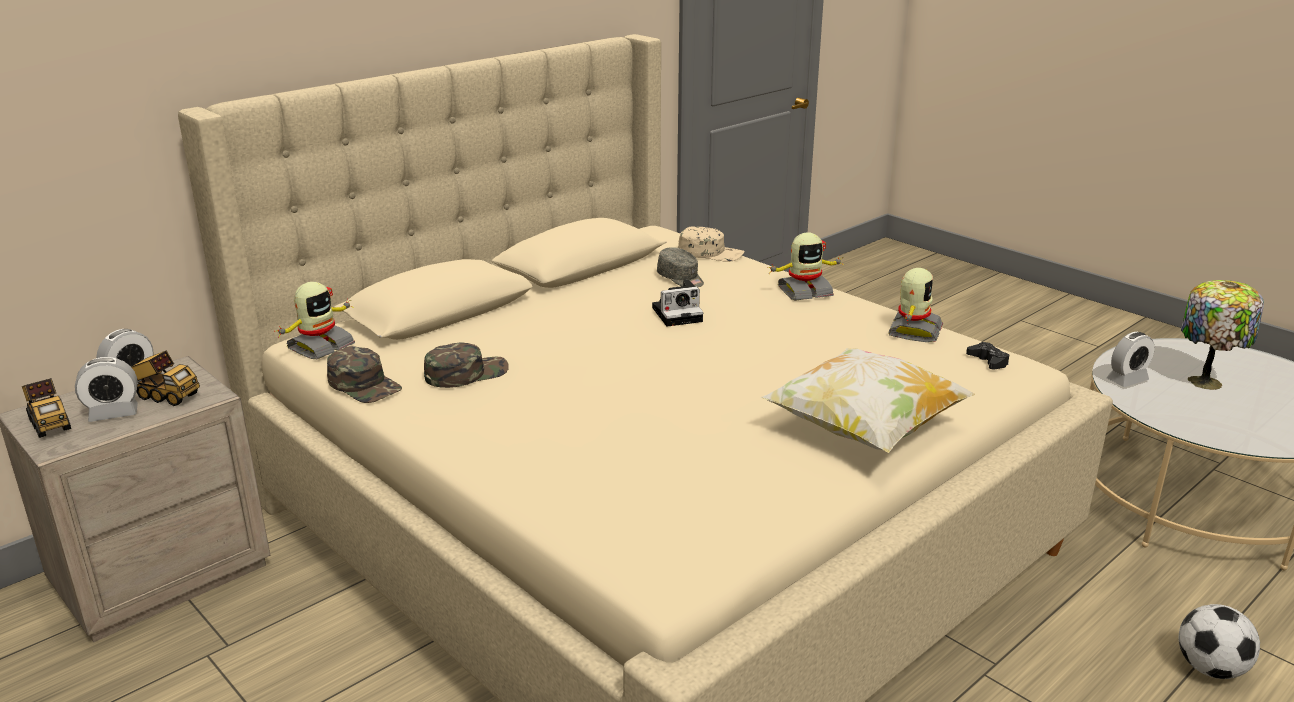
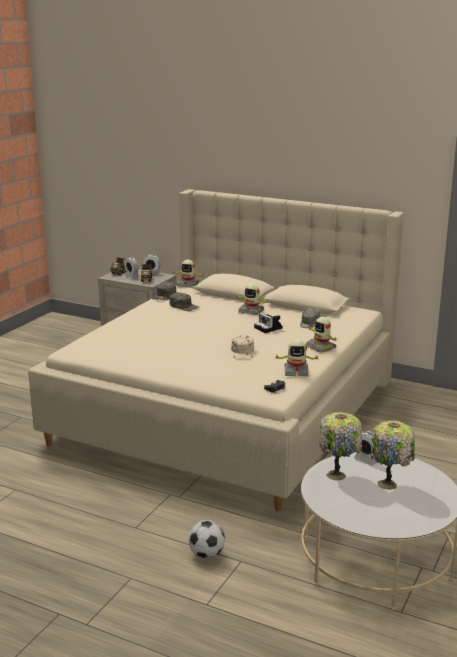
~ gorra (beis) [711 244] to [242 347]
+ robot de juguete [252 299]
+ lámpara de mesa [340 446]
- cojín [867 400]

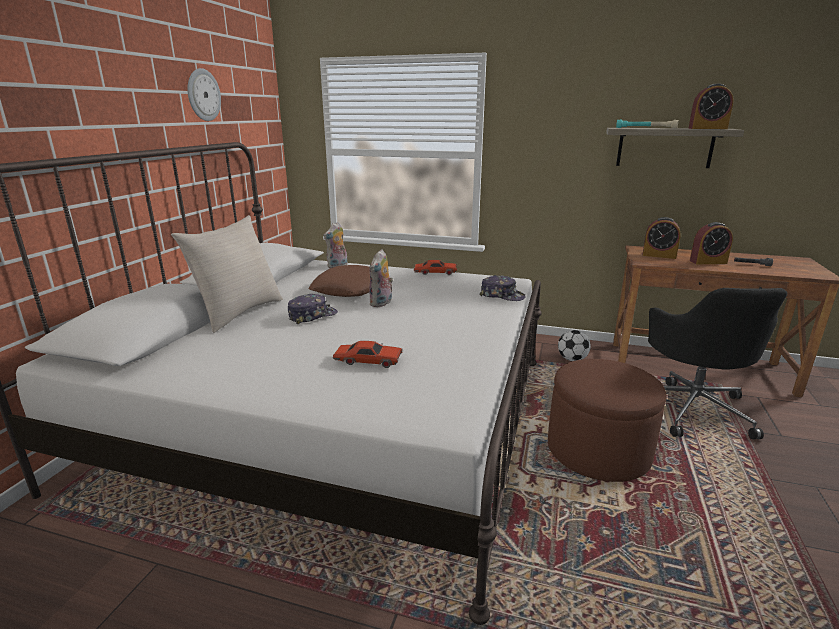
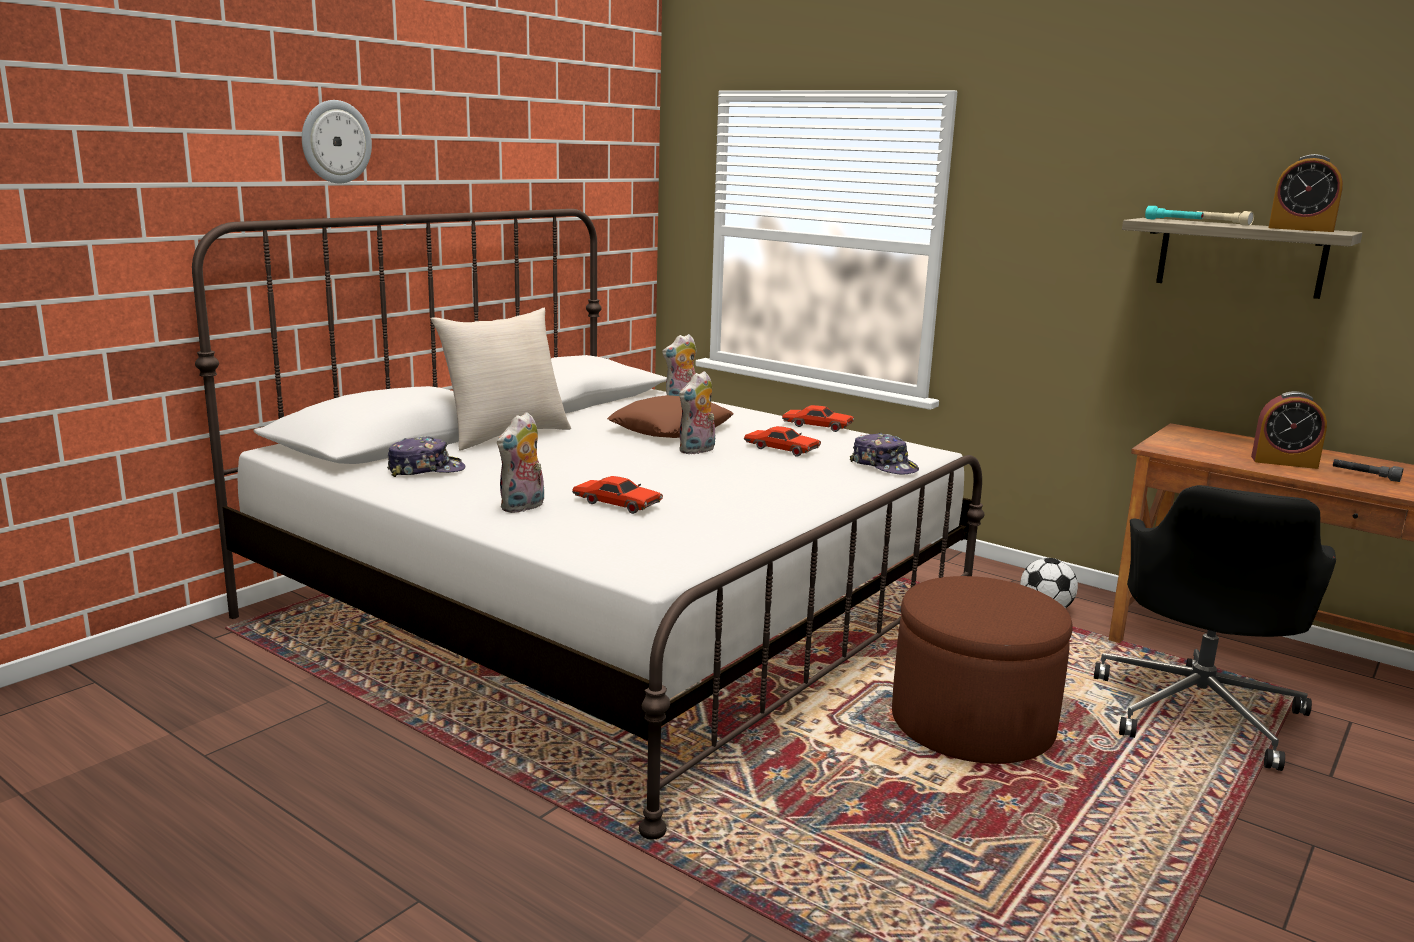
~ reloj de pared [204 94] to [337 141]
~ gorra [313 309] to [426 456]
+ peluche [520 462]
+ coche de juguete (rojo) [782 441]
- despertador [662 238]

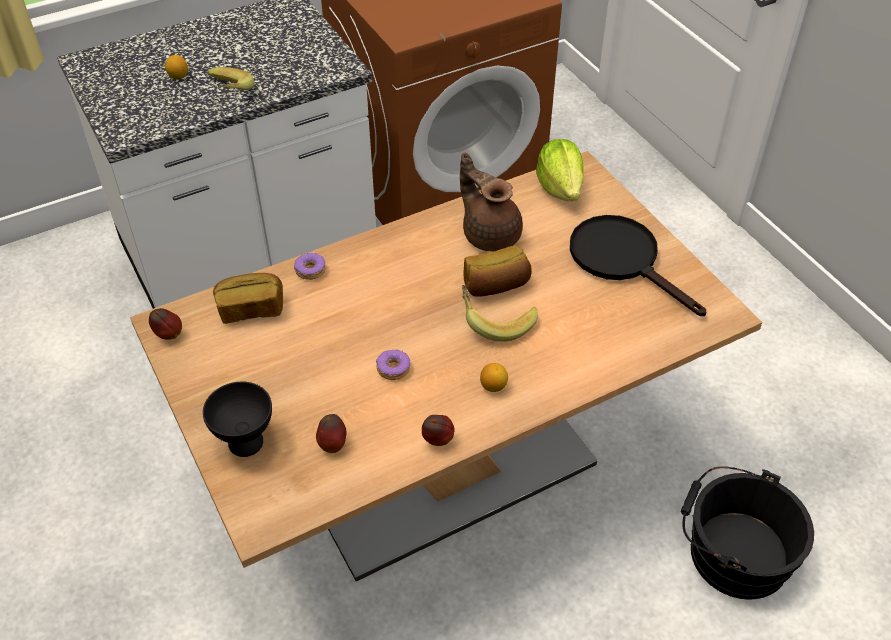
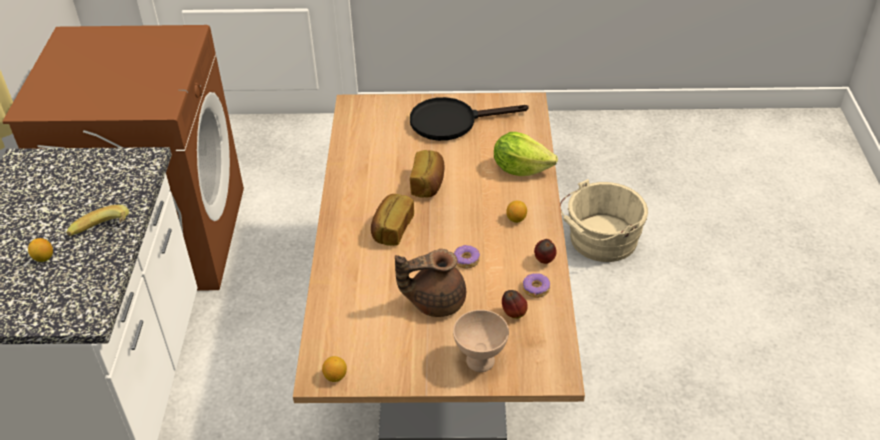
~ manzana [165 324] to limón [334 369]
~ pan [248 298] to [392 220]
~ tetera (marrón) [491 202] to [430 283]
~ cuenco (negro) [237 419] to cuenco (beis) [481 341]
~ lechuga [560 170] to [526 154]
~ rosquilla [310 266] to [536 285]
~ cubo (negro) [747 533] to cubo (beis) [604 220]
- plátano [500 313]

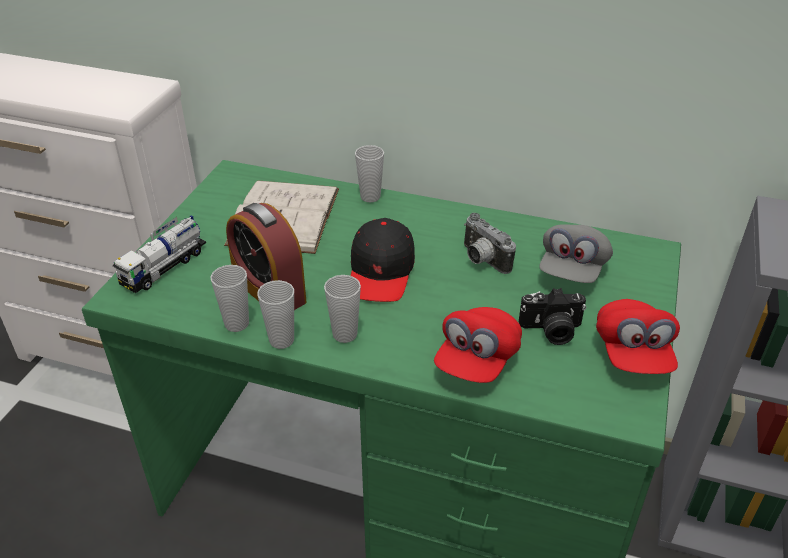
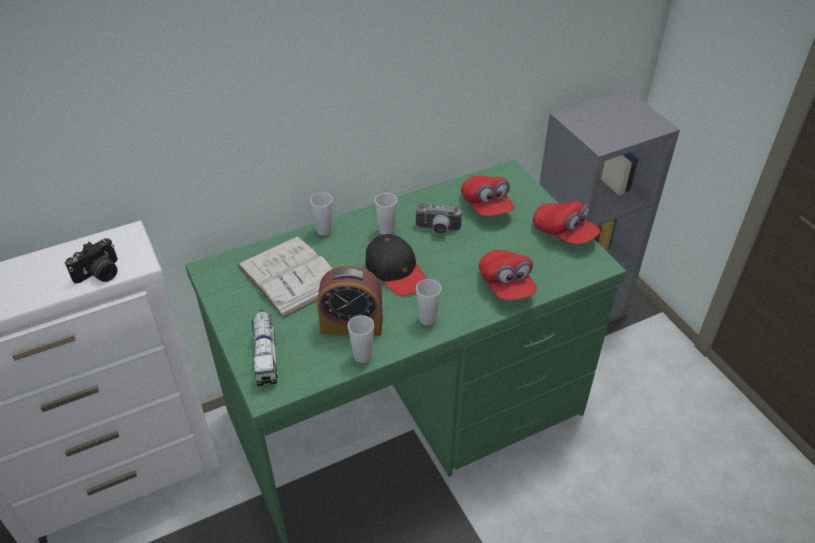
~ cámara [552 316] to [91 261]
~ taza [275 314] to [386 214]
~ gorra (gris) [576 253] to gorra (rojo) [487 196]

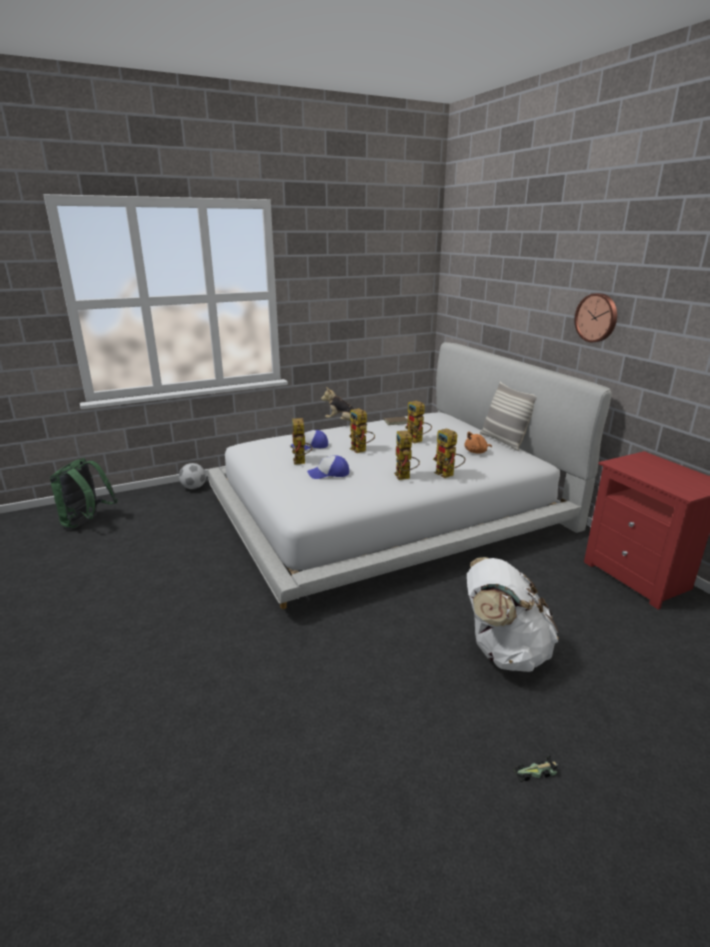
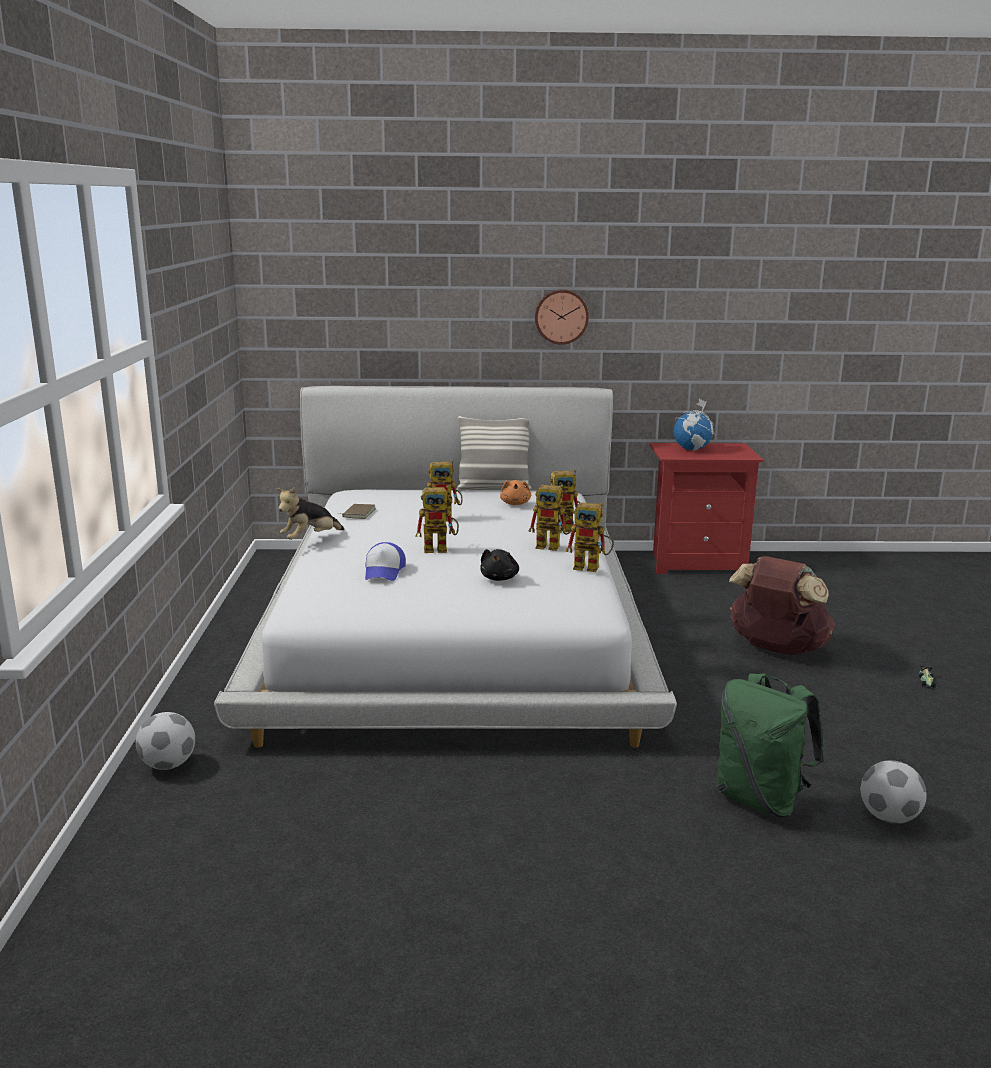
~ gorra [328 467] to peluche (negro) [499 565]
~ robot de juguete [301 441] to [590 537]
+ globo terráqueo [694 425]
~ mochila (verde) [84 493] to [770 745]
~ mochila (blanco) [513 614] to mochila (marrón) [782 605]
+ balón de fútbol [894 792]

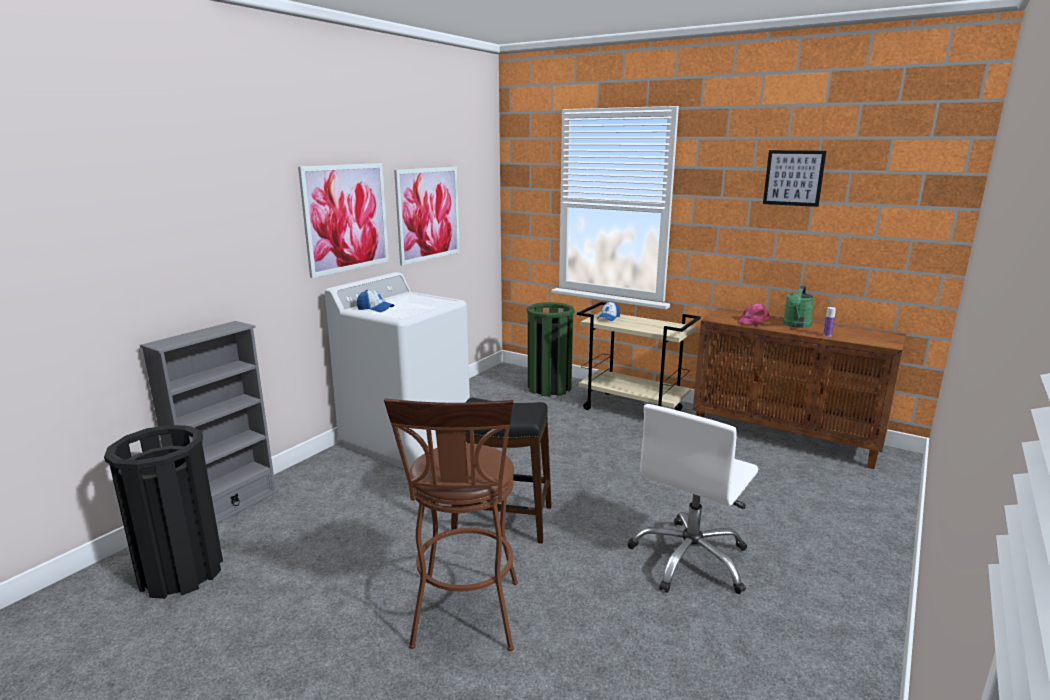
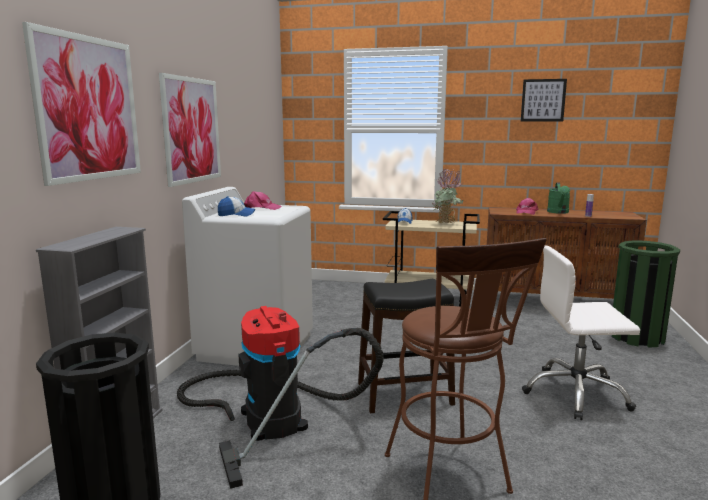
~ cuadro [427 216] to [81 104]
+ aspiradora [280 397]
+ gorra (rosa) [262 200]
+ planta en maceta [448 196]
~ silla de oficina (blanco) [693 499] = [581 333] 75 degrees clockwise
~ papelera (verde) [551 349] to [646 294]

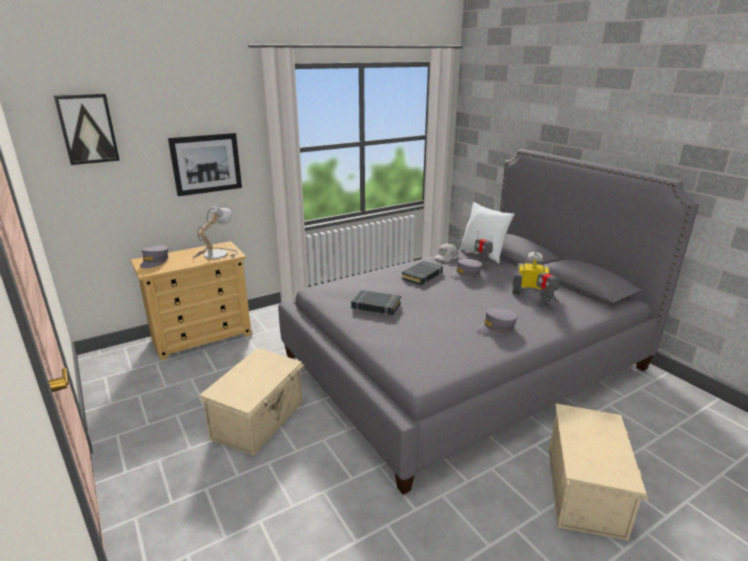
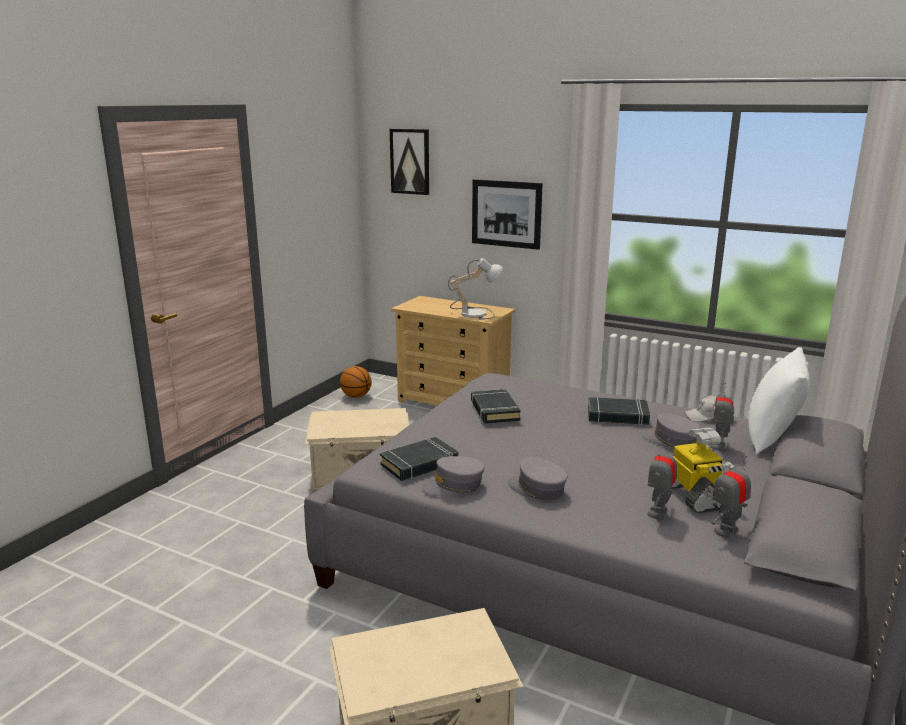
+ balón de baloncesto [355 382]
+ libro (negro) [419 459]
~ gorra (gris) [154 256] to [453 476]
+ robot de juguete [731 497]

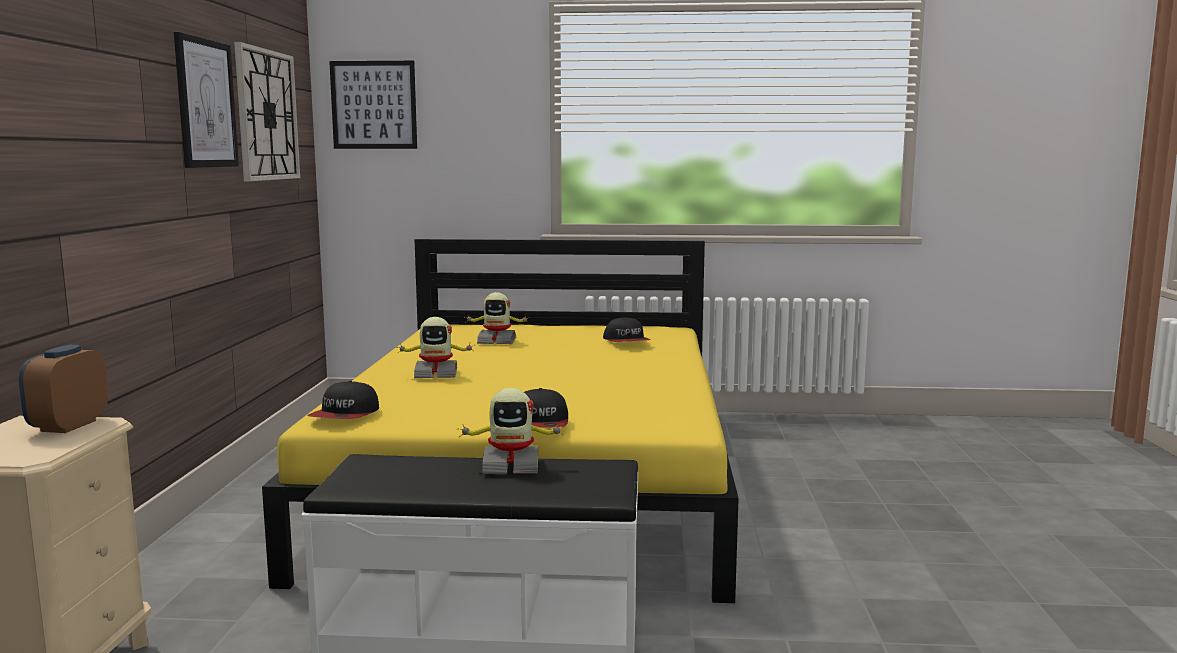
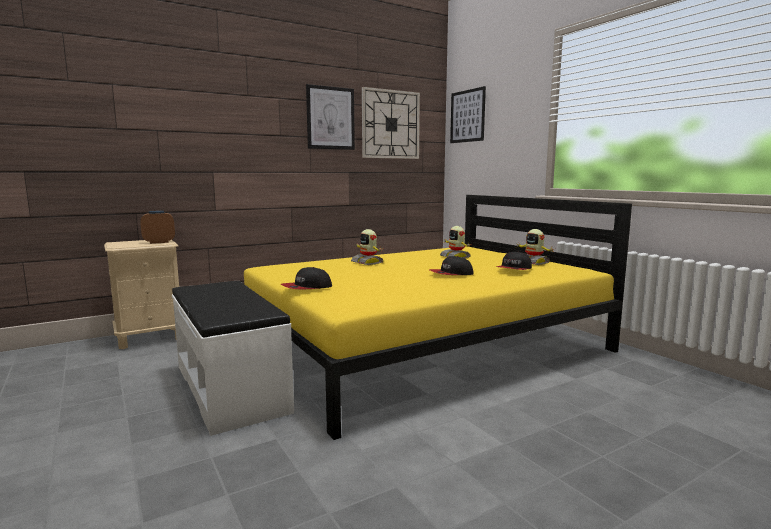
~ gorra [343 400] to [451 265]
~ robot de juguete [511 431] to [535 247]

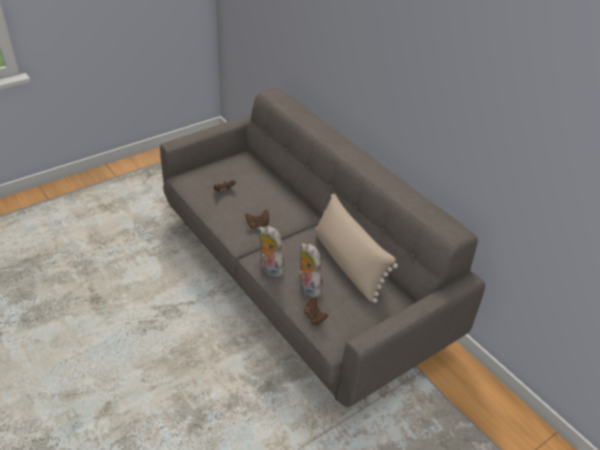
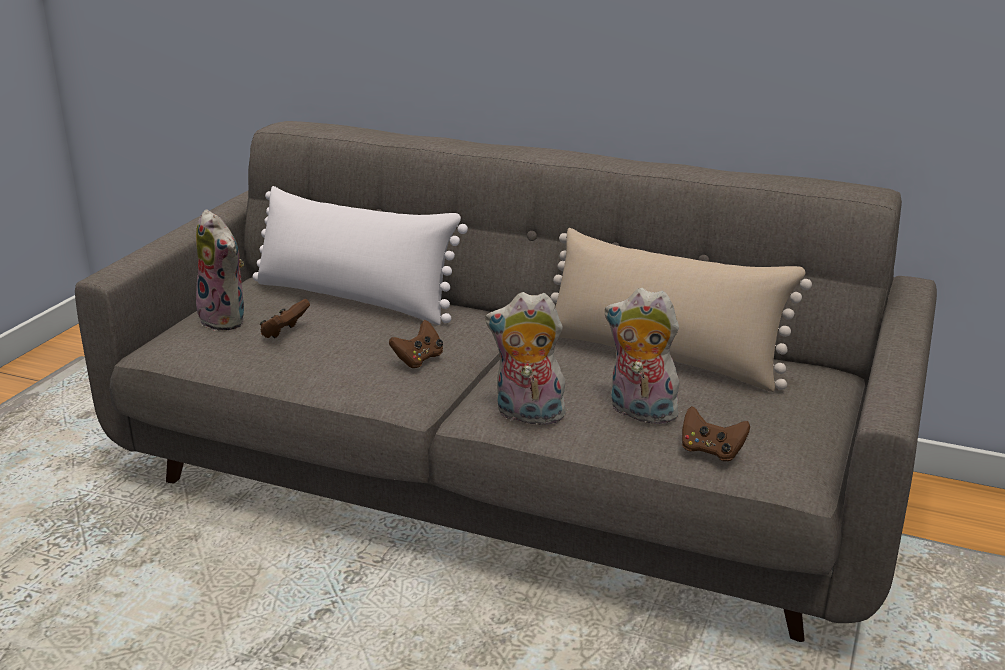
+ peluche [220 270]
+ cojín (blanco) [360 255]

